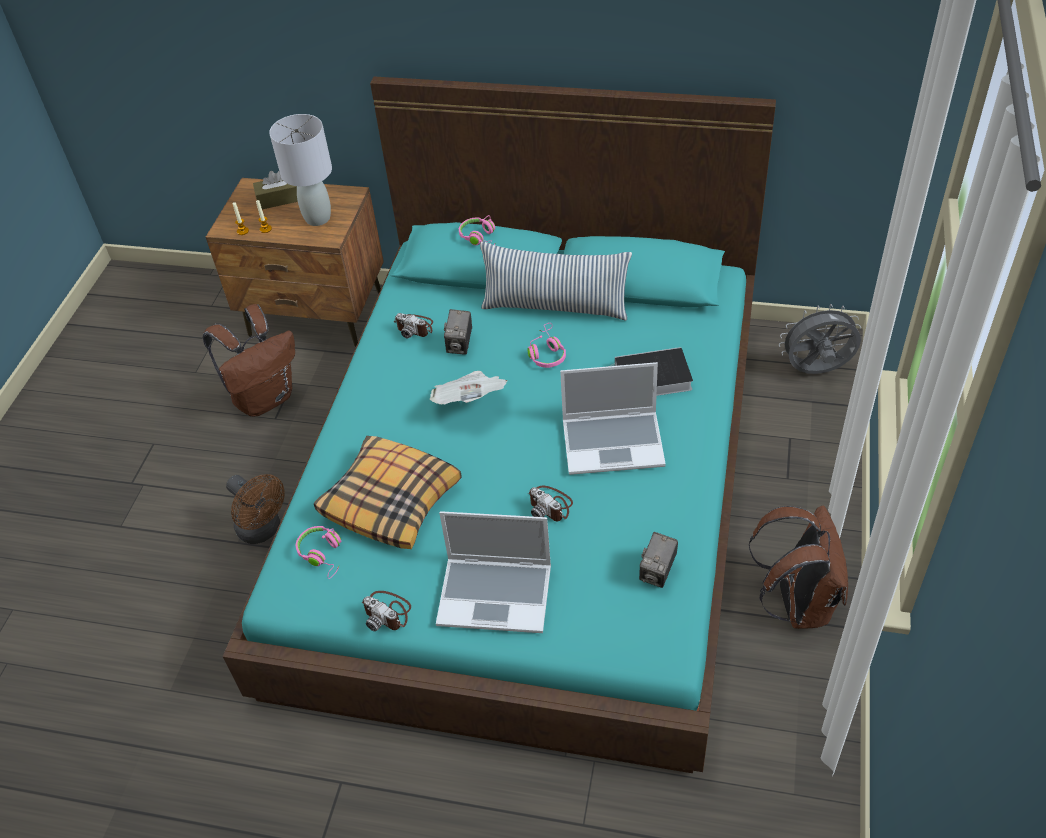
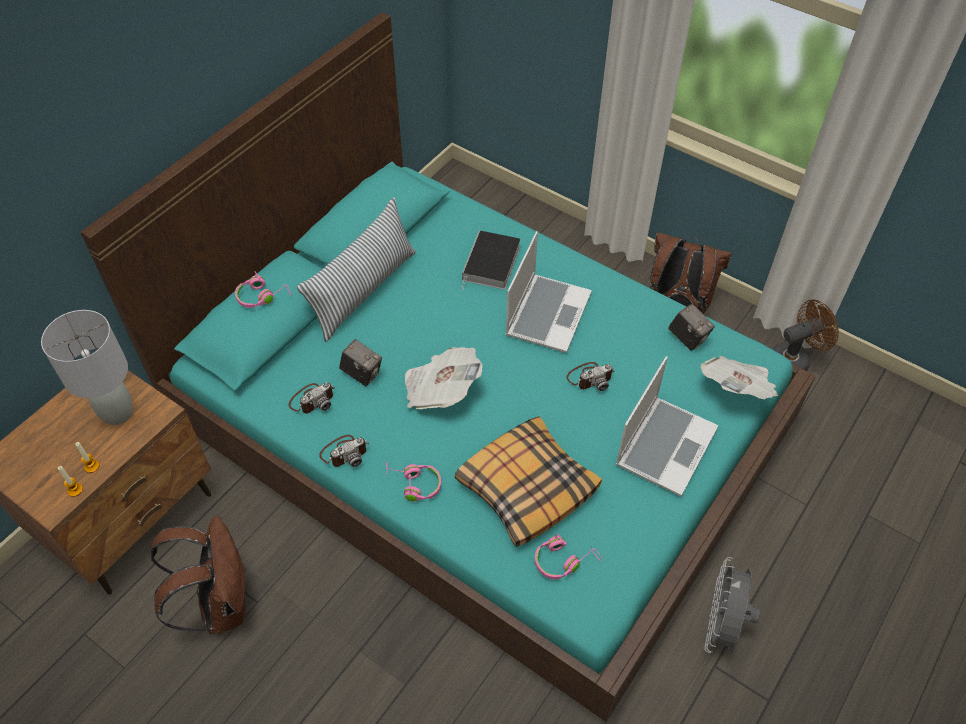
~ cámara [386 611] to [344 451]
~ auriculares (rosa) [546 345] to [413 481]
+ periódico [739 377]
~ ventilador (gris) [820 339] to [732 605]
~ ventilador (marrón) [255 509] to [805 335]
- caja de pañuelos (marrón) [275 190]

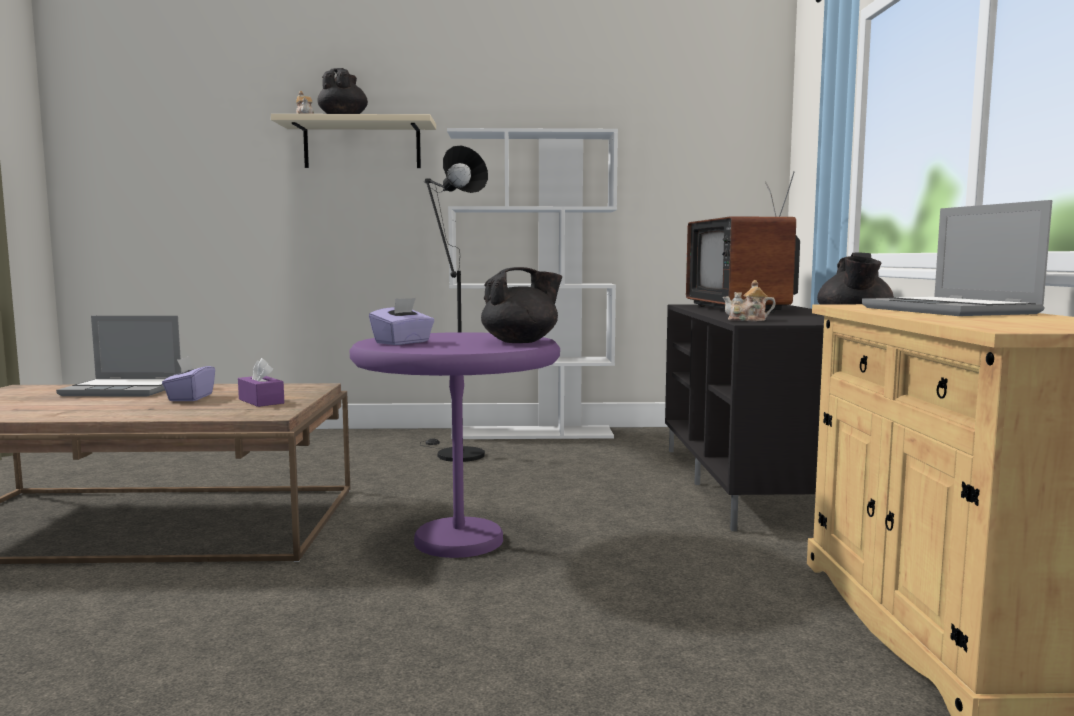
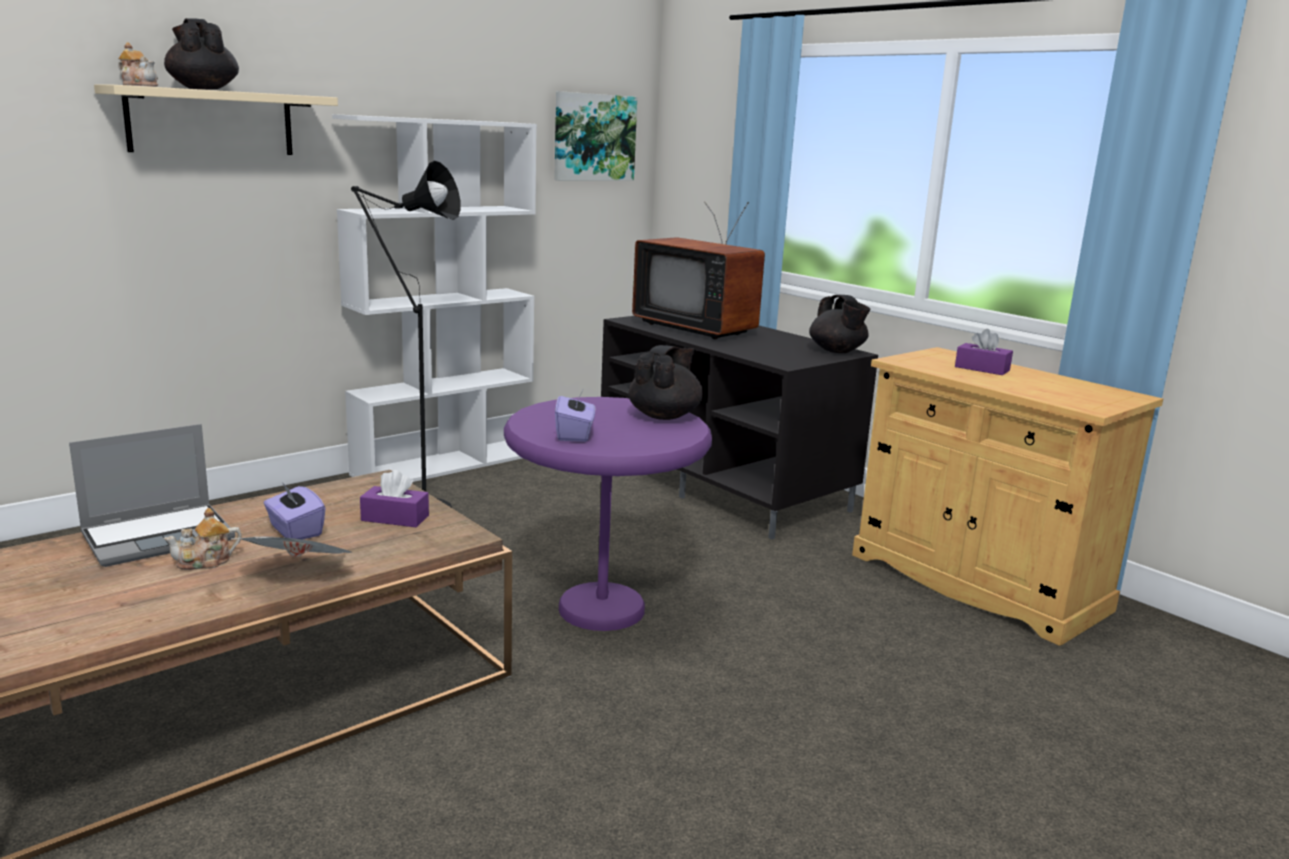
~ tetera [749 300] to [203 539]
+ periódico [291 547]
+ cuadro [595 136]
~ portátil [957 258] to caja de pañuelos (morado) [984 352]

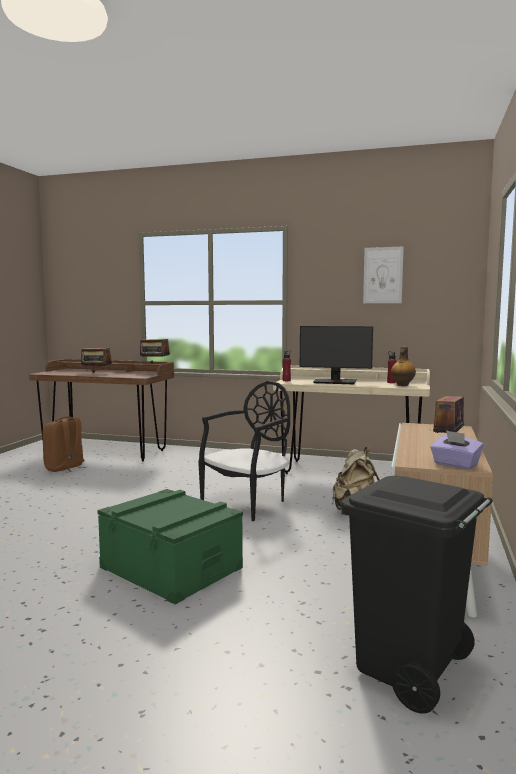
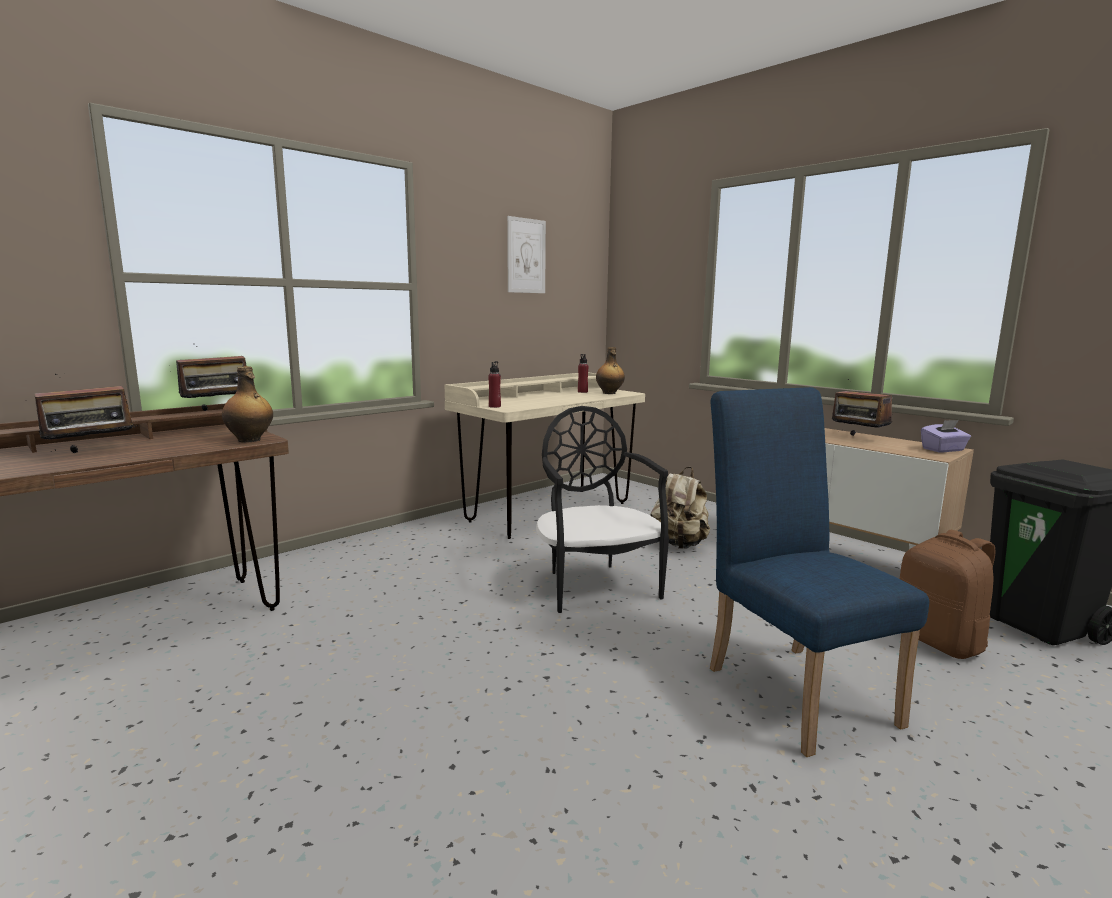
+ botella [247 404]
~ caja de almacenaje (verde) [170 547] to silla (azul) [819 572]
~ mochila (marrón) [64 444] to [948 594]
- monitor [336 355]

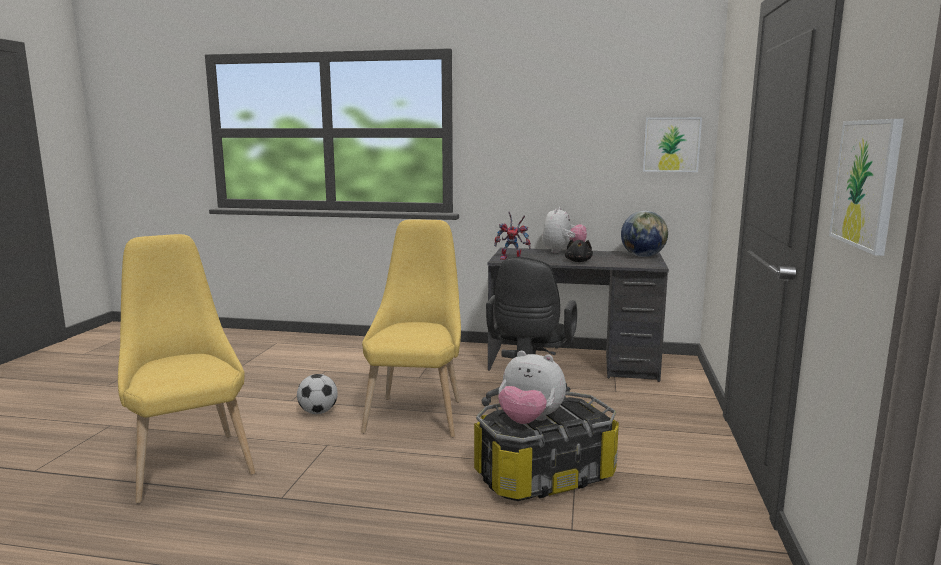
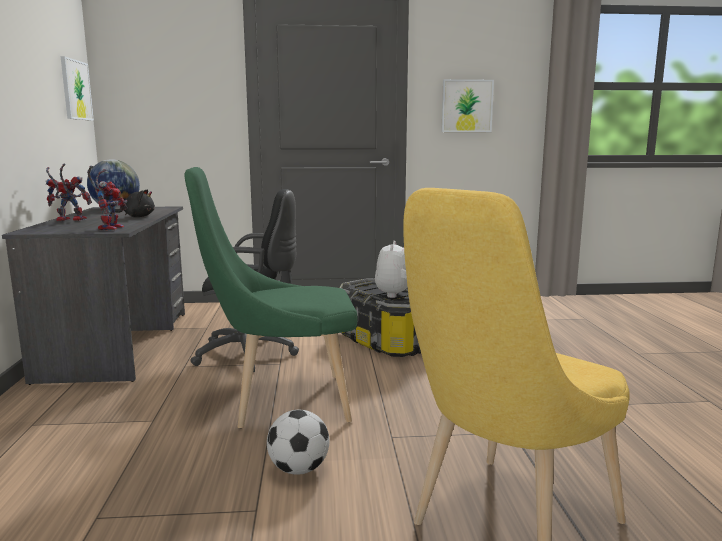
~ peluche [564 230] to robot de juguete [68 192]
~ silla (amarillo) [411 328] to silla (verde) [271 297]

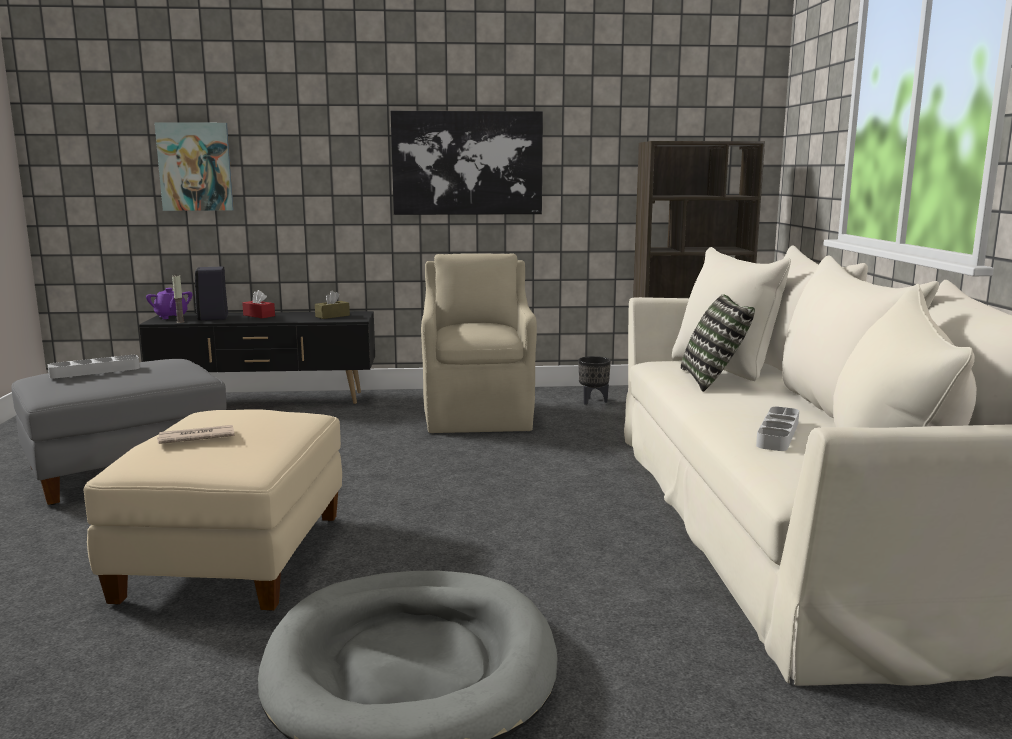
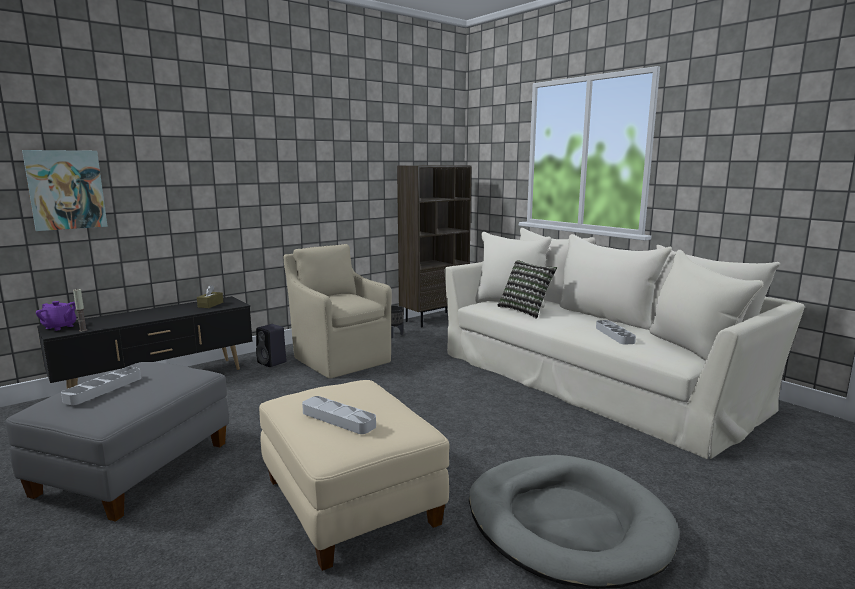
~ altavoz (negro) [211 294] to [271 345]
~ periódico [195 434] to bandeja (gris) [339 415]
- caja de pañuelos (rojo) [258 304]
- cuadro [466 163]

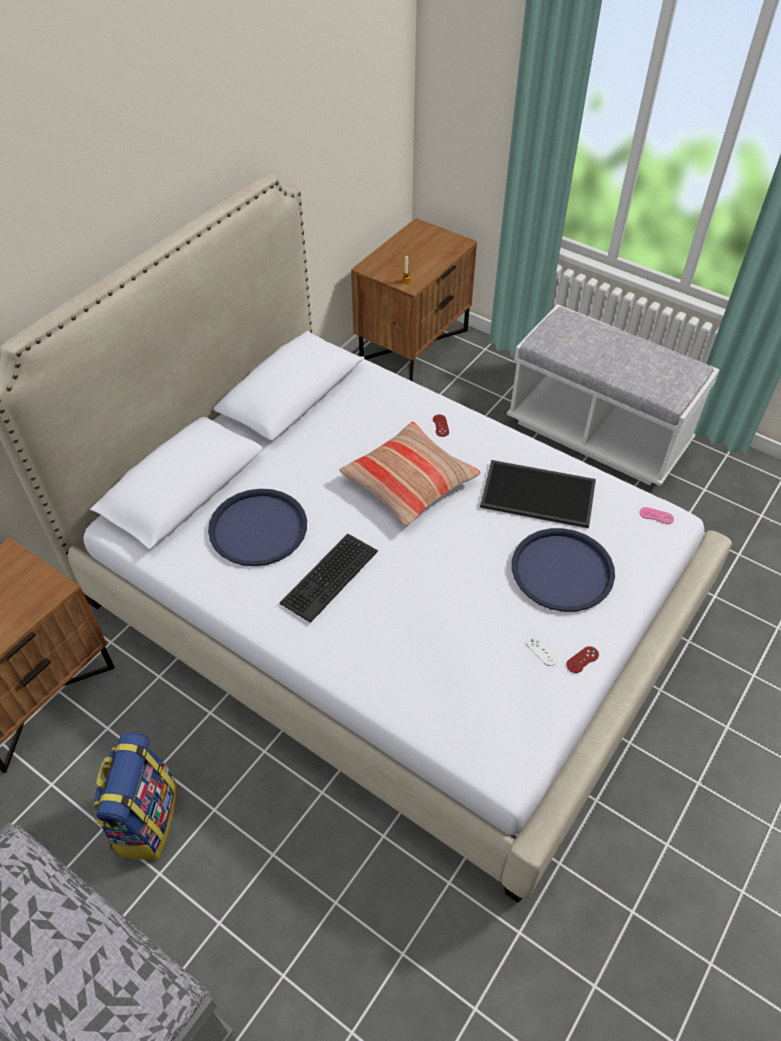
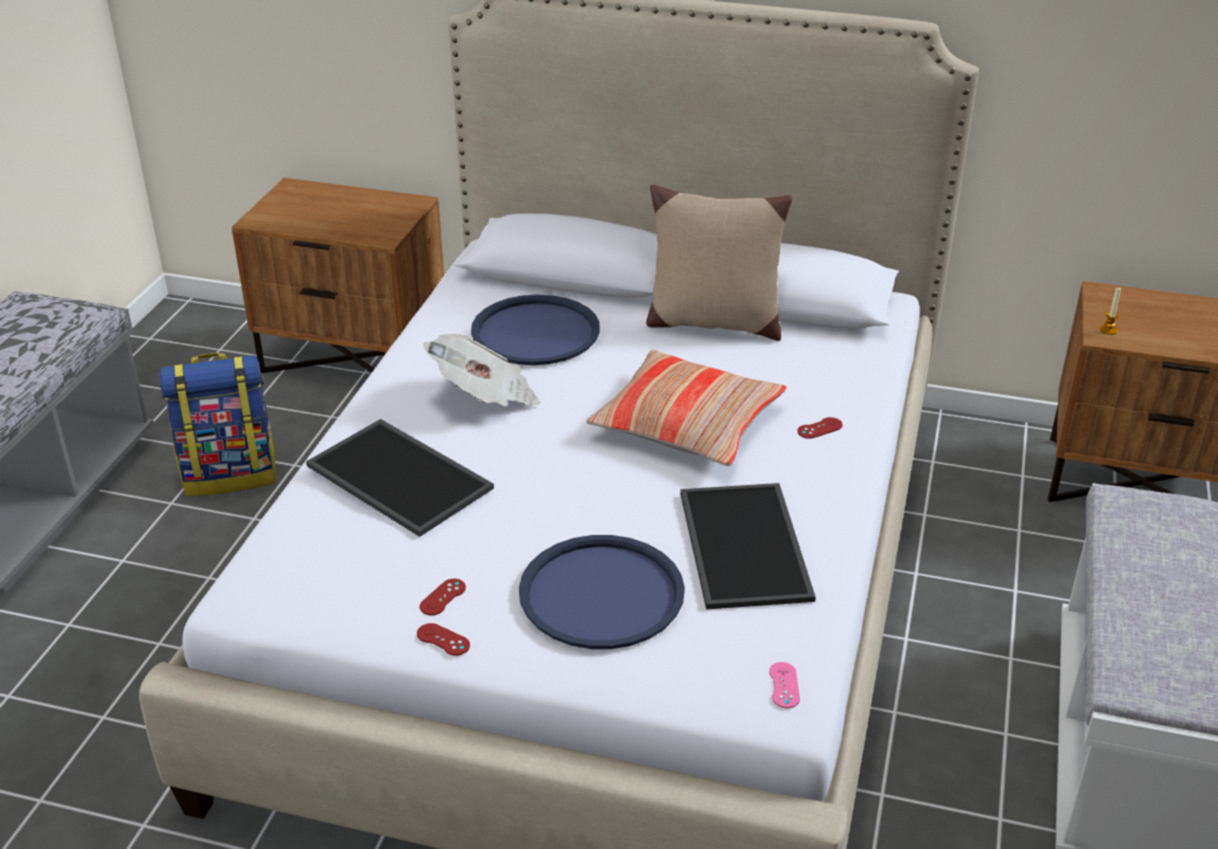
+ bandeja [400 478]
~ mando de consola (blanco) [542 651] to mando de consola (rojo) [443 597]
~ teclado [329 578] to periódico [482 370]
+ cojín (beis) [719 263]

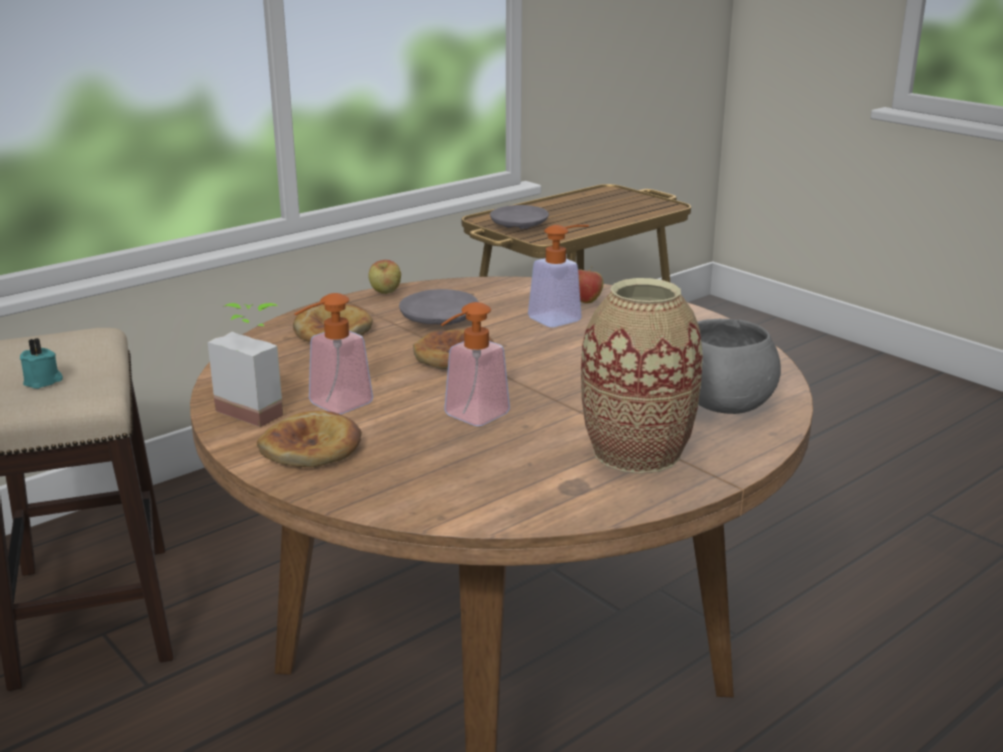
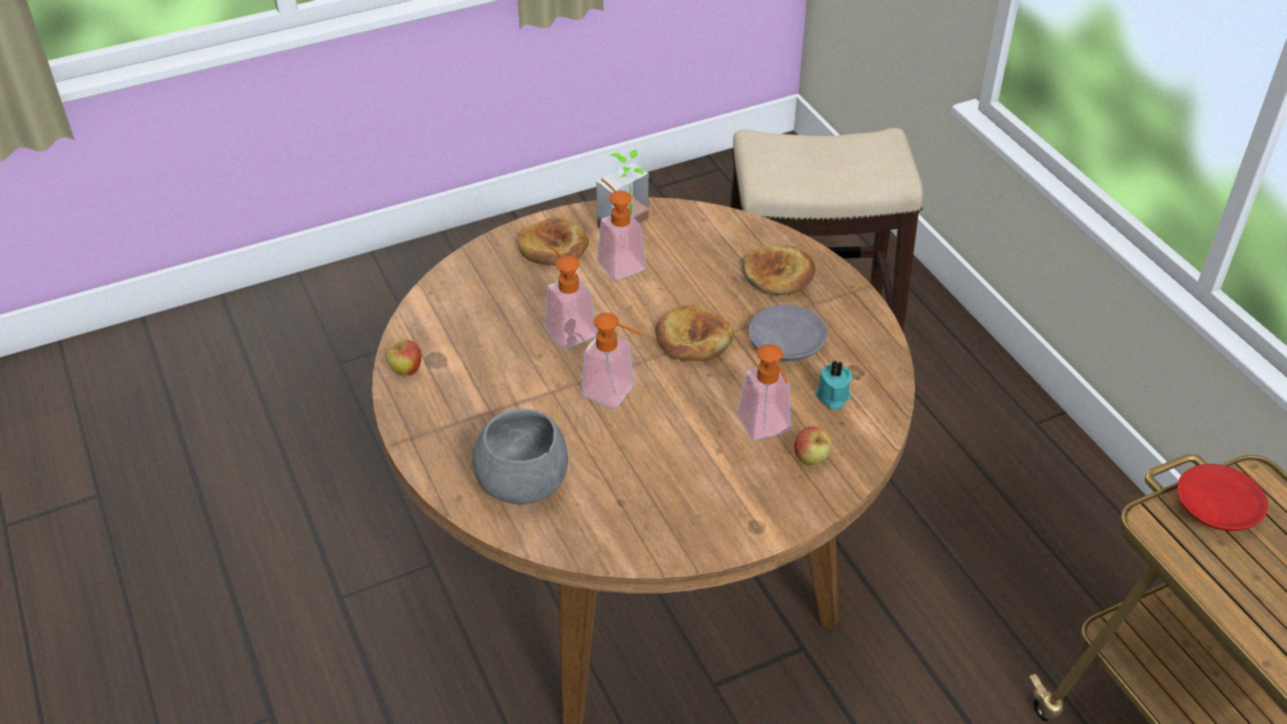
~ manzana [384 277] to [403 358]
+ dispensador de jabón [612 360]
~ vela (turquesa) [41 363] to [833 385]
~ plato (gris) [519 217] to plato (rojo) [1223 497]
- florero [642 376]

